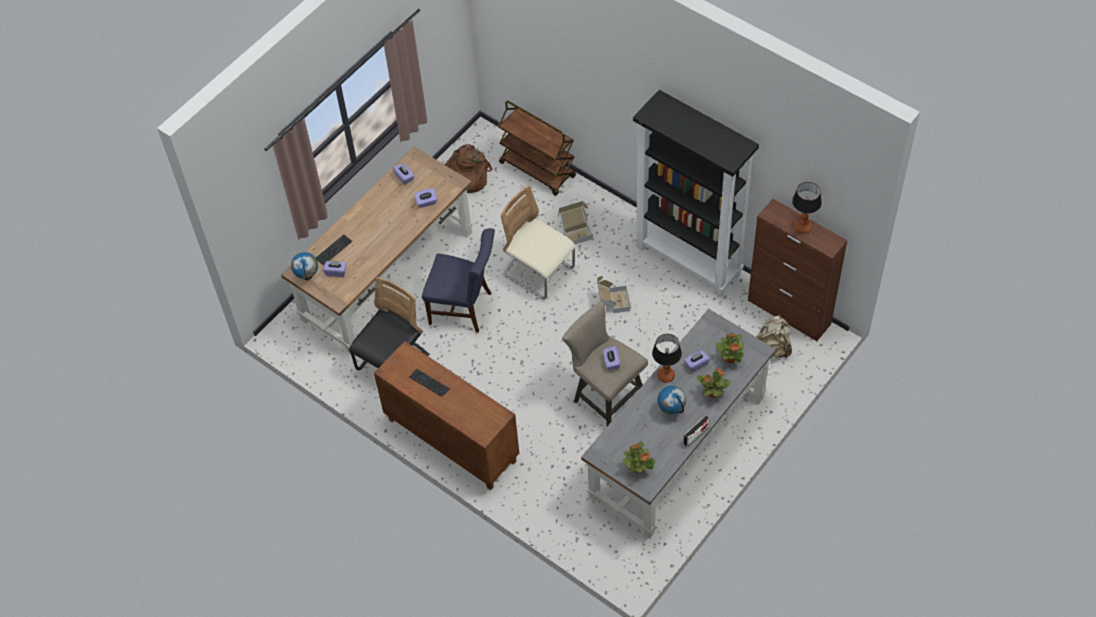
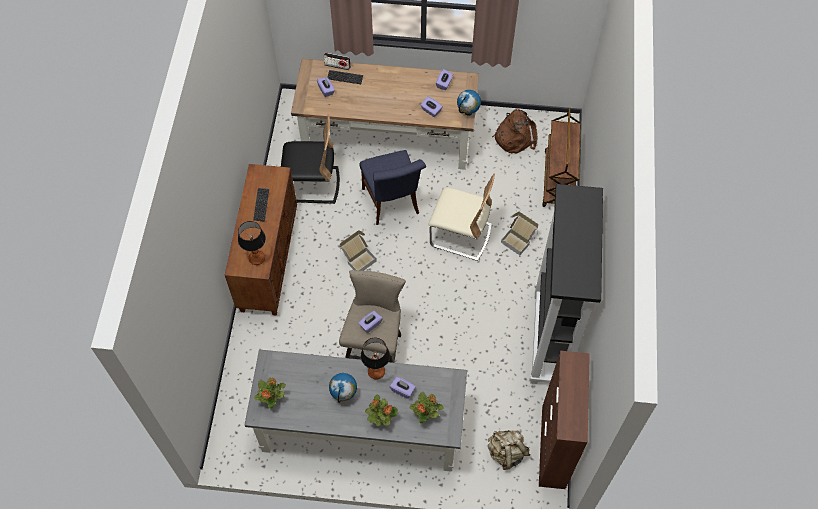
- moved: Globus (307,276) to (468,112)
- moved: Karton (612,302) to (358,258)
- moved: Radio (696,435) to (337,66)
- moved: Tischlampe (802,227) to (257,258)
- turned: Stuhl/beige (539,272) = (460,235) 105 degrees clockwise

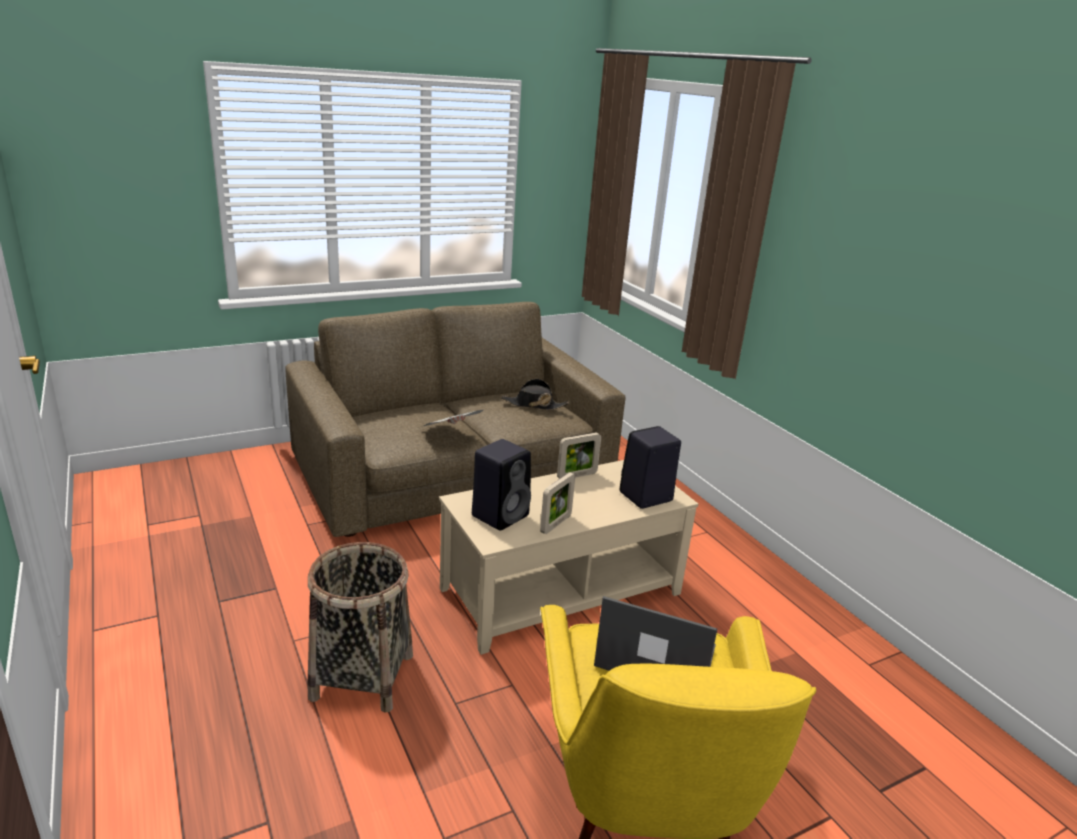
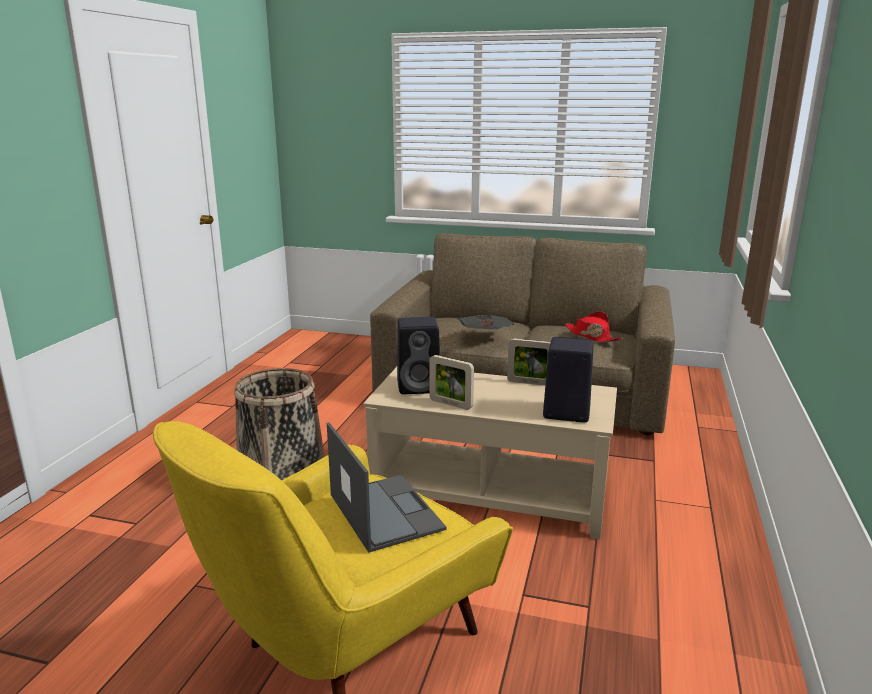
- recoloured: Hut/schwarz (534,404) to Hut/rot (591,336)
- turned: Bilderrahmen (556,524) = (451,404) 45 degrees clockwise

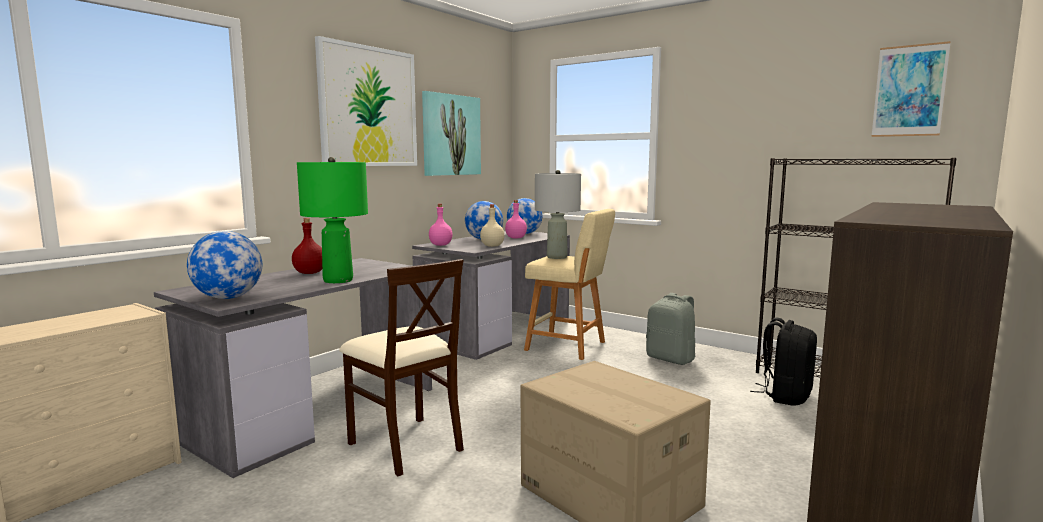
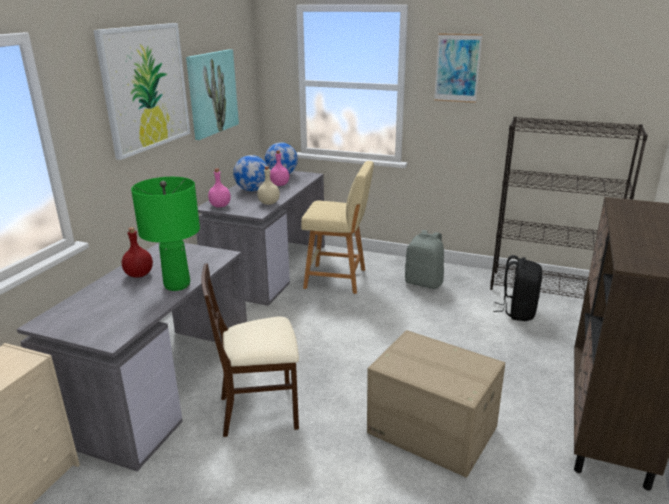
- removed: Globus (228,298)
- removed: Tischlampe/grau (556,257)
- moved: Bild (909,91) to (457,68)
- turned: Stuhl/beige (406,445) = (260,410) 135 degrees clockwise

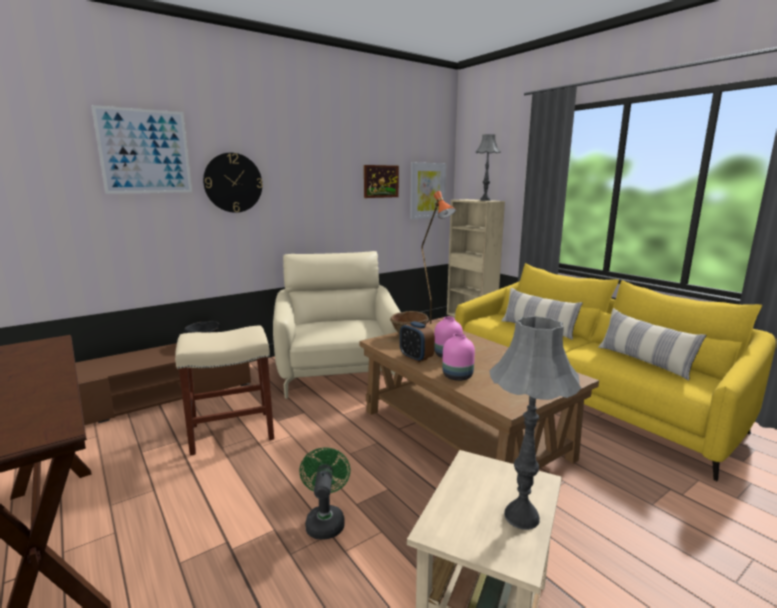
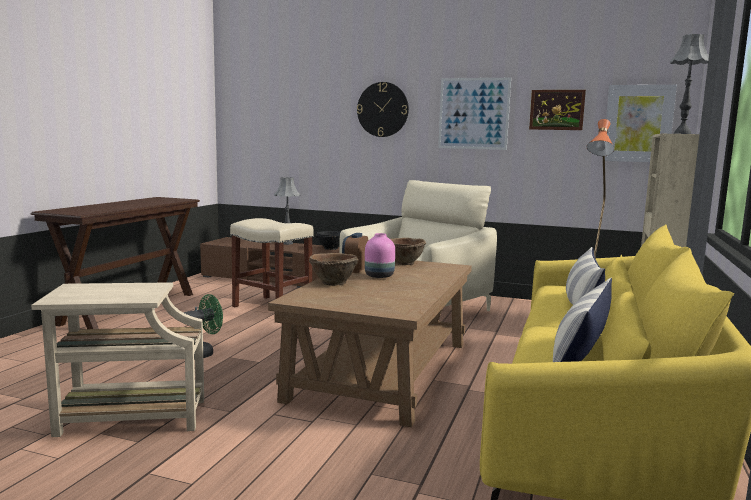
- moved: Bild (145,151) to (473,113)
- moved: Tischlampe/grau (521,516) to (287,243)
- replaced: Vase/rosa (457,377) to Schüssel/braun (332,283)

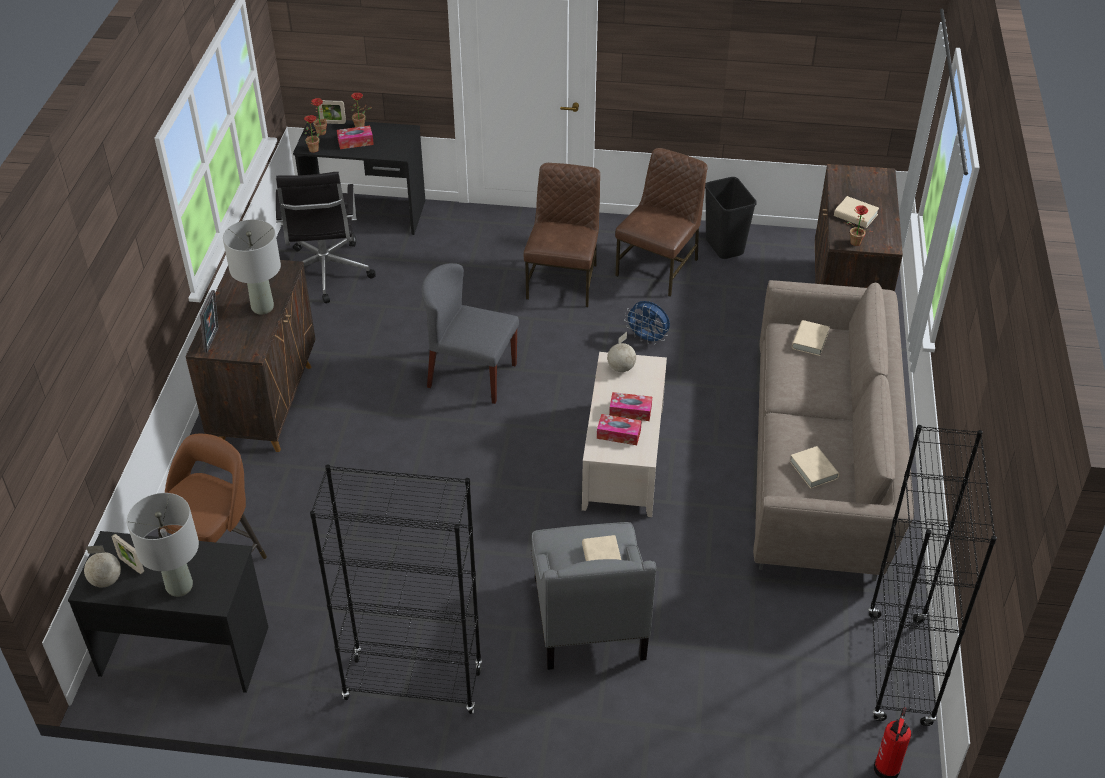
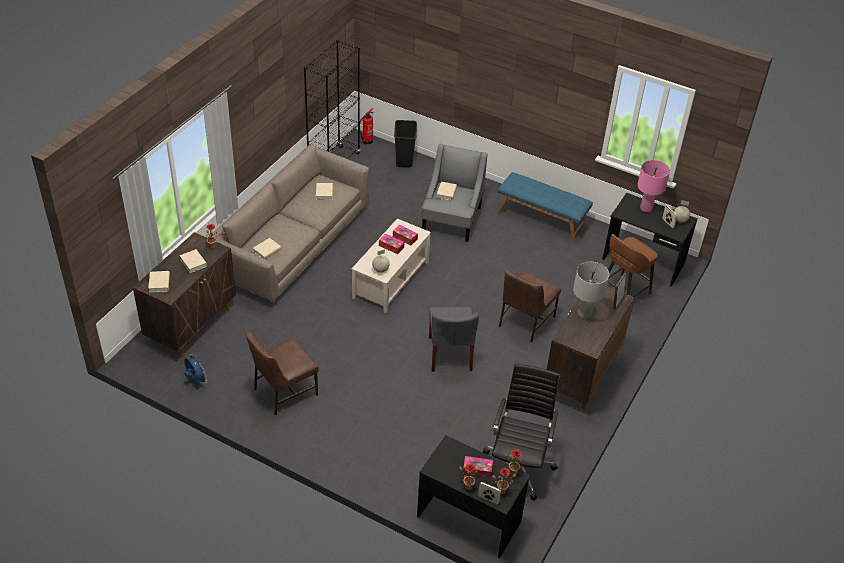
- added: Buch/beige (159,283)
- moved: Stuhl/braun (564,281) to (525,321)
- moved: Ventilator/blau (647,339) to (196,381)
- moved: Mülleimer/schwarz (723,247) to (404,161)
- replaced: Bücherregal/schwarz (413,685) to Bank/blau (541,219)
- recoloured: Tischlampe/grau (179,587) to Tischlampe/rosa (646,208)
- turned: Stuhl/grau (471,375) = (450,354) 45 degrees clockwise

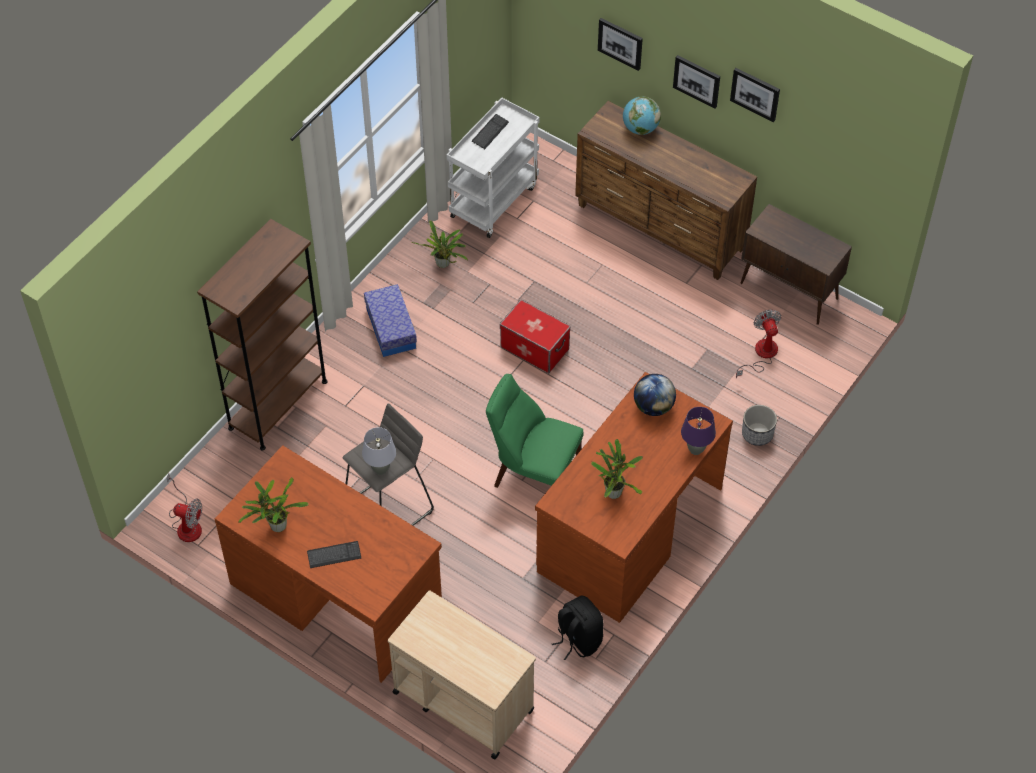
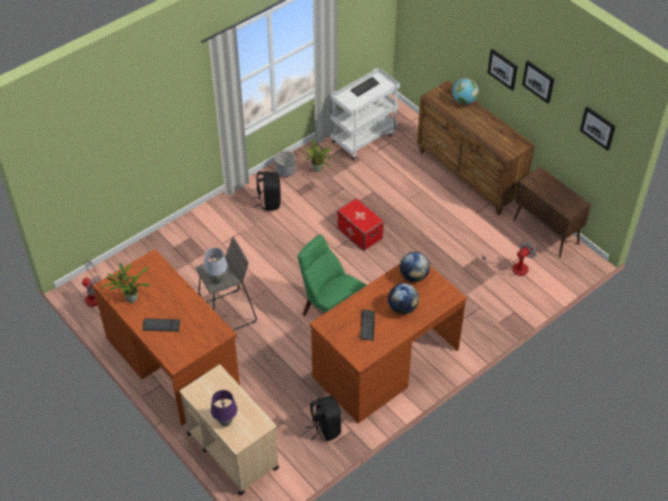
- removed: Bücherregal/braun (278,404)
- added: Globus (402,308)
- moved: Bild (620,43) to (598,127)
- moved: Tischlampe/lila (695,449) to (225,422)
- moved: Pflanzkübel (757,434) to (285,170)
- replaced: Aufbewahrungsbox (391,328) to Rucksack/schwarz (269,202)
- replaced: Topfpflanze (614,491) to Tastatur (367,325)
- turned: Ventilator (761,355) = (513,268) 45 degrees clockwise

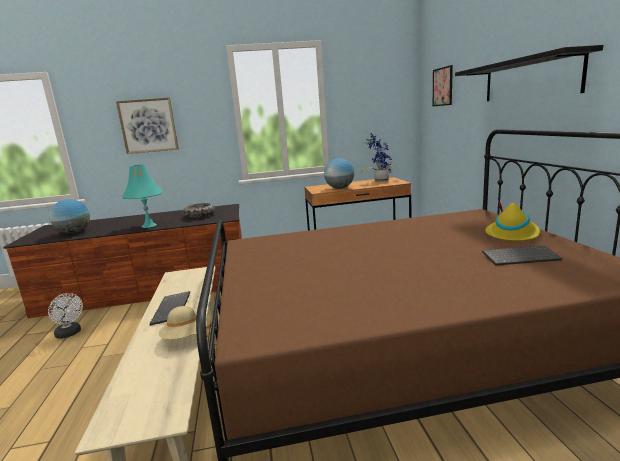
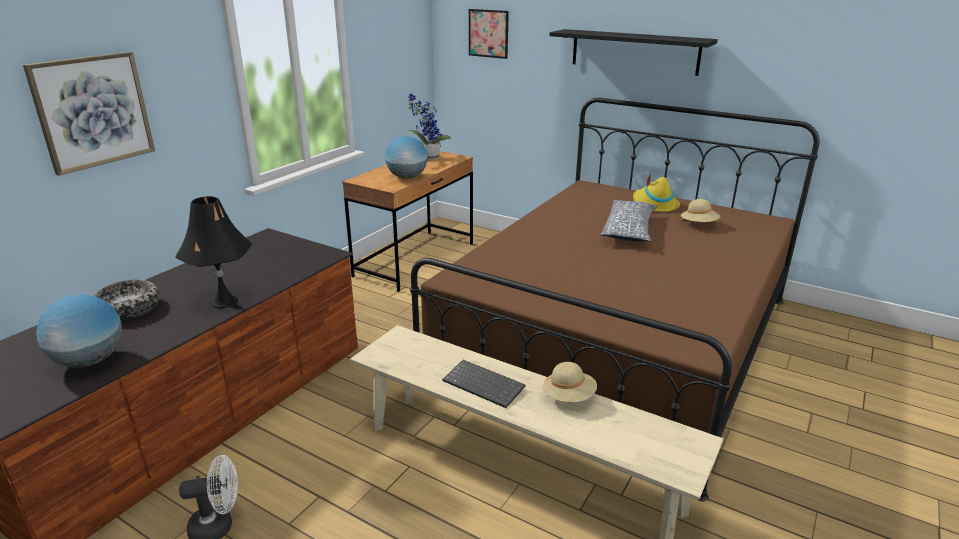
- added: Kissen (629,230)
- moved: Schüssel (199,216) to (128,309)
- replaced: Tastatur (520,257) to Hut/beige (699,224)
- recoloured: Tischlampe/türkis (149,225) to Tischlampe/schwarz (224,302)

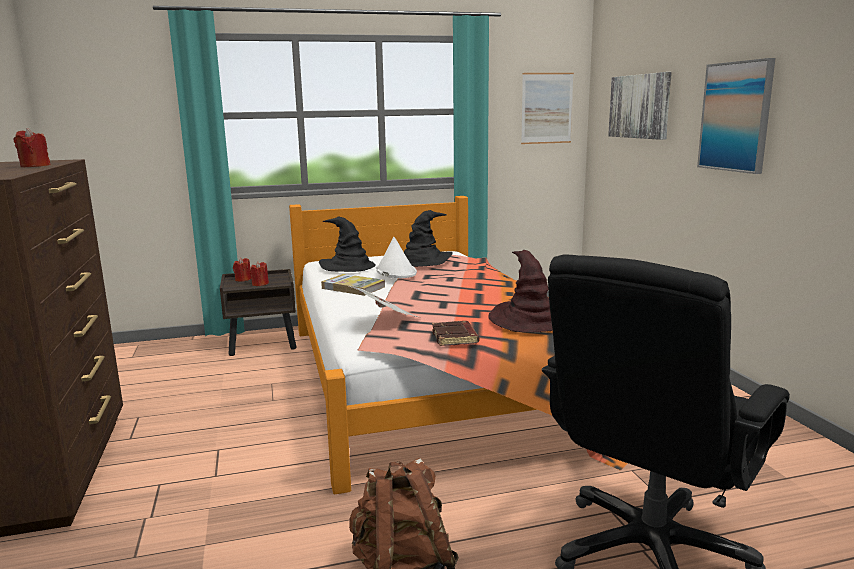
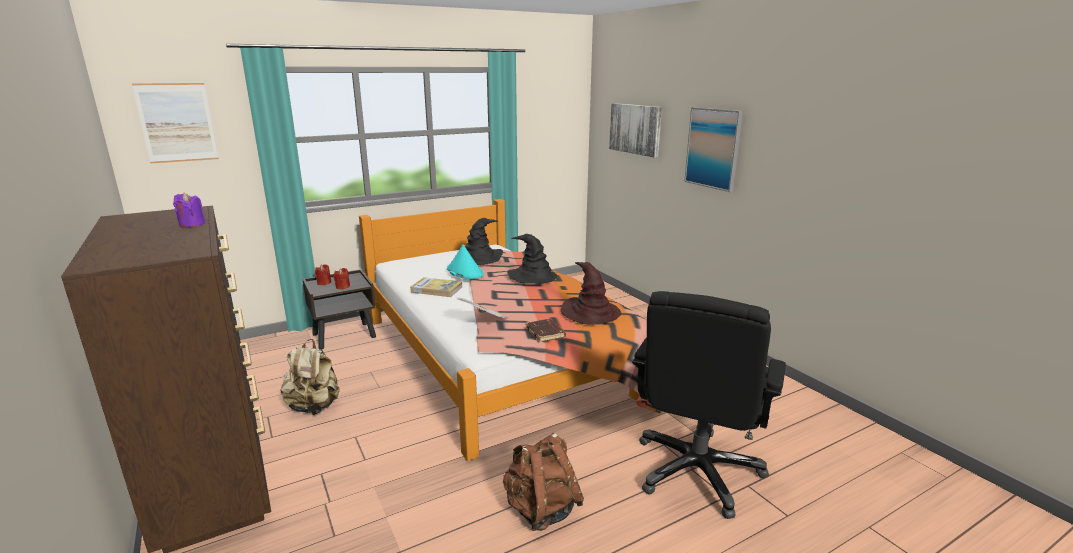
- added: Rucksack/beige (314,407)
- moved: Hut/schwarz (348,267) to (532,276)
- moved: Bild (547,108) to (177,123)
- recoloured: Kerze/rot (34,166) to Kerze/lila (192,224)
- recoloured: Hut/weiß (395,271) to Hut/türkis (464,272)

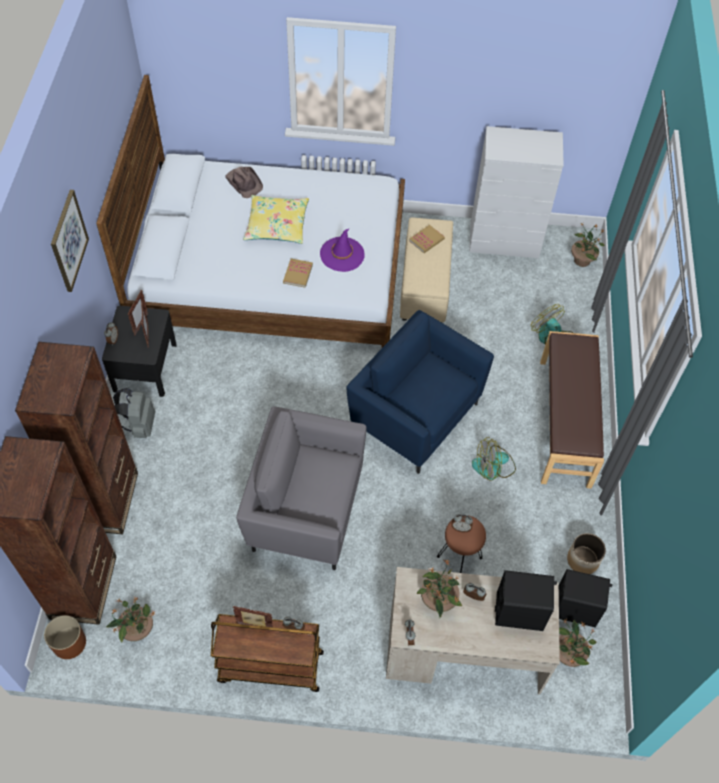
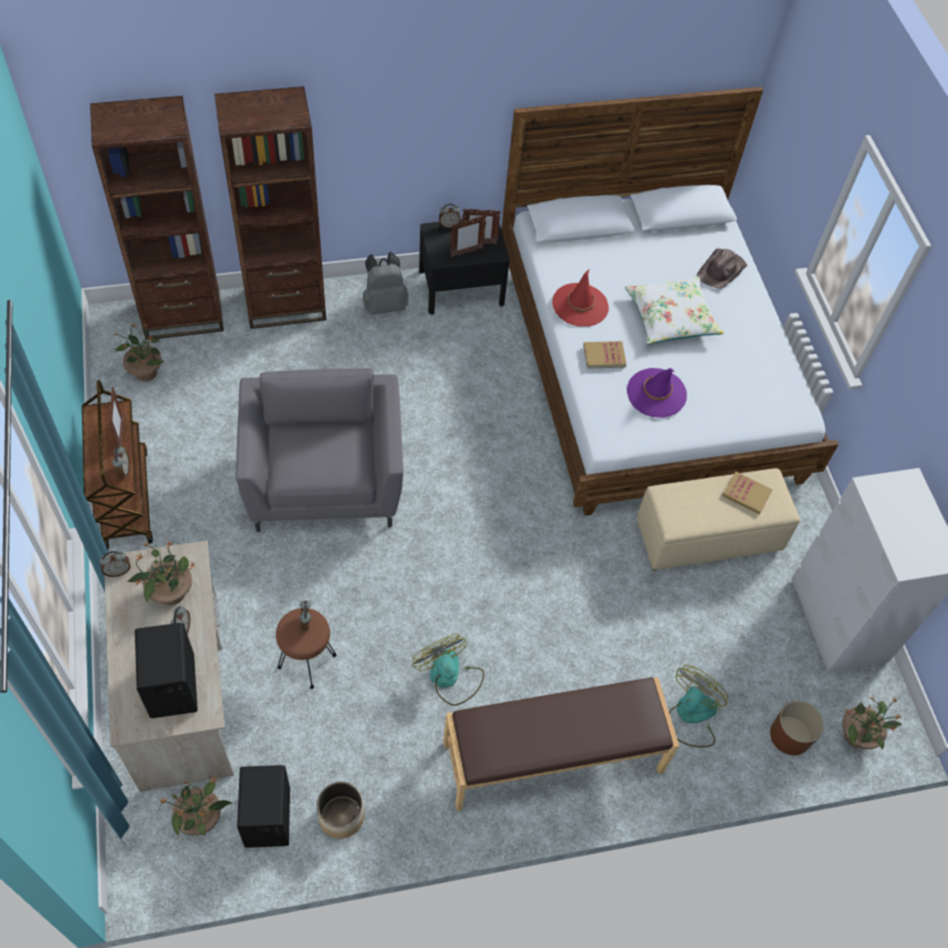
- removed: Bild (68,241)
- removed: Sessel/blau (414,415)
- added: Hut/rot (580,305)
- moved: Pflanzkübel/braun (69,643) to (790,736)
- recoloured: Kissen/gelb (276,225) to Kissen/weiß (671,318)

